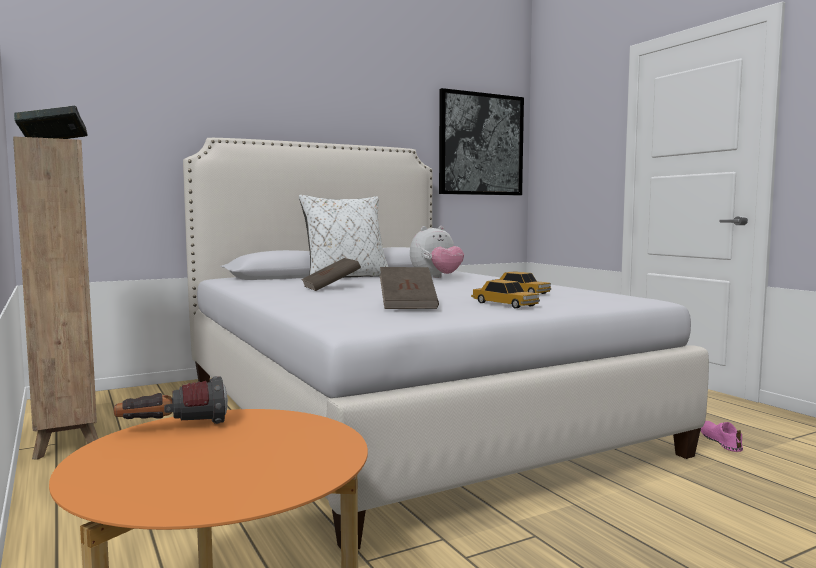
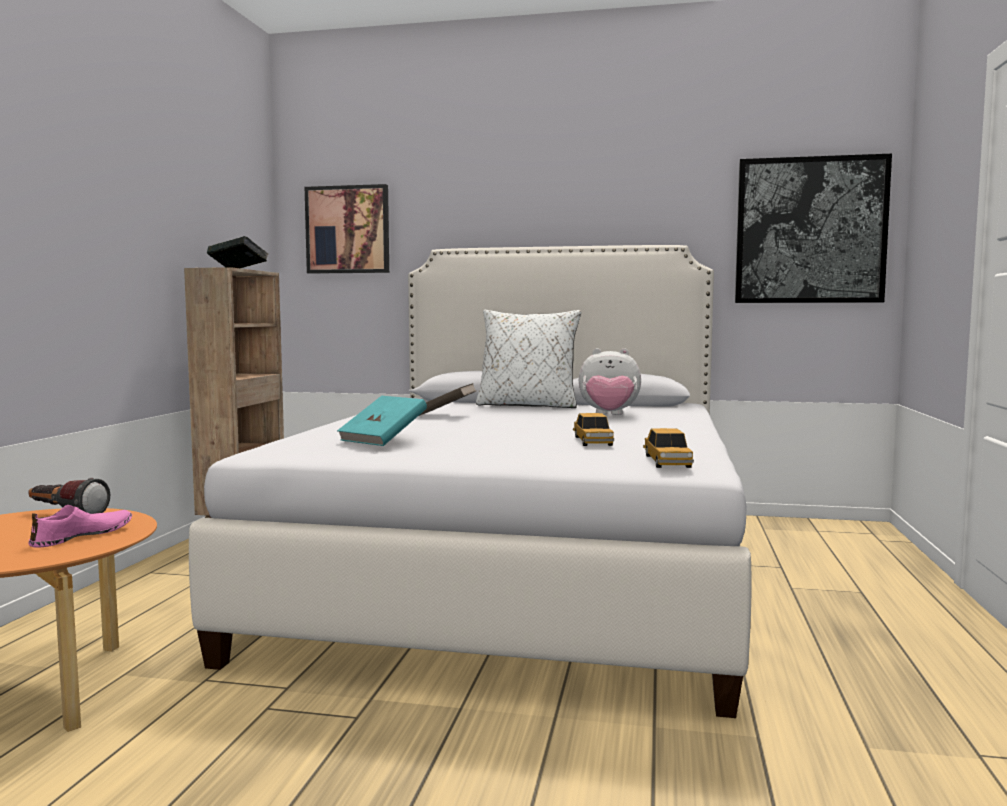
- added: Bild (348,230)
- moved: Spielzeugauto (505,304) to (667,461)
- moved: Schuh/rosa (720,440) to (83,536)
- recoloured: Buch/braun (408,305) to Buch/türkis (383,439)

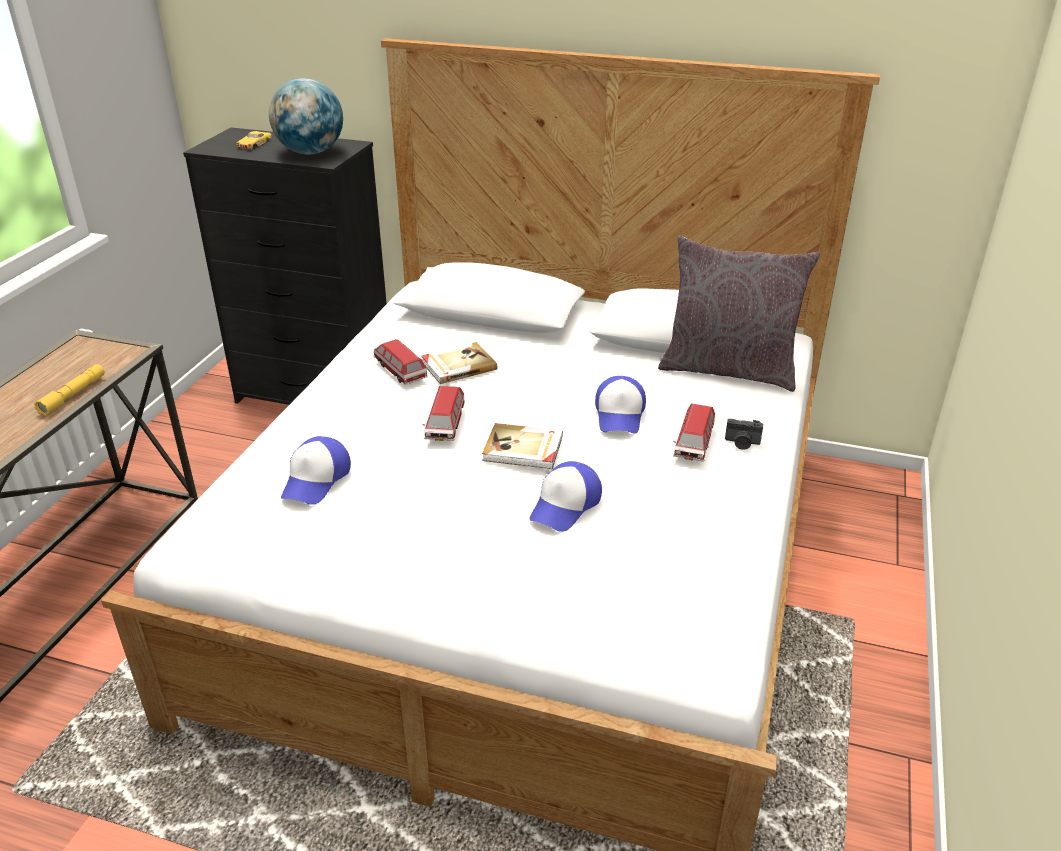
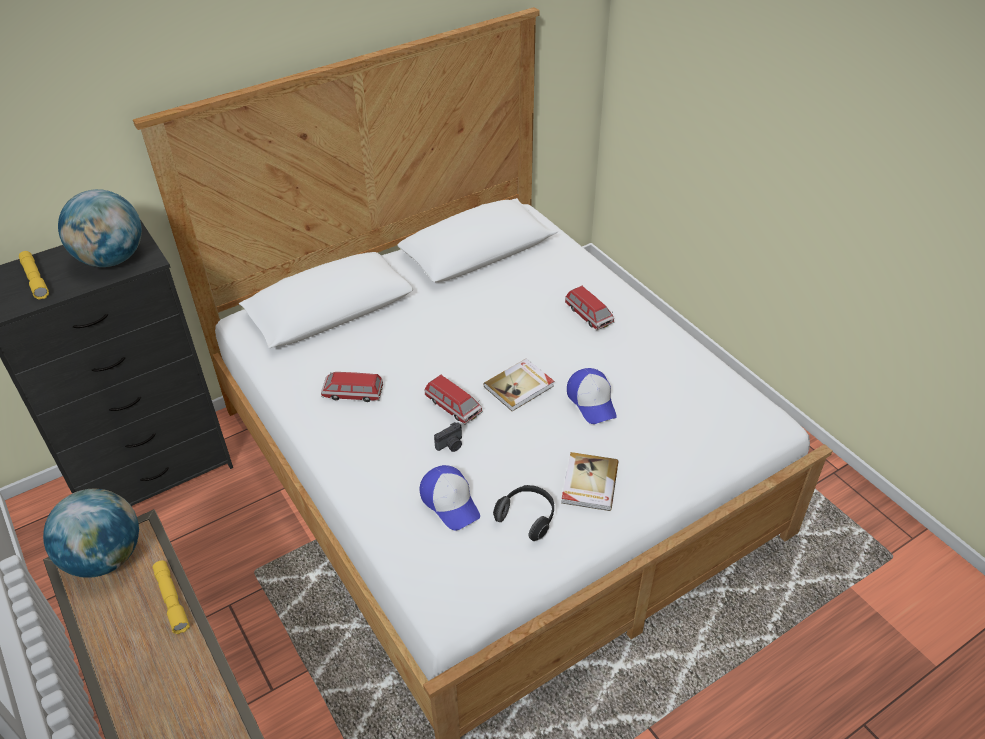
- removed: Kappe (620,414)
- removed: Kissen/grau (728,369)
- added: Globus (105,557)
- added: Kopfhörer (527,517)
- moved: Buch (458,365) to (588,483)
- moved: Kamera (742,443) to (451,445)
- replaced: Spielzeugauto/gelb (255,143) to Taschenlampe/gelb (35,279)

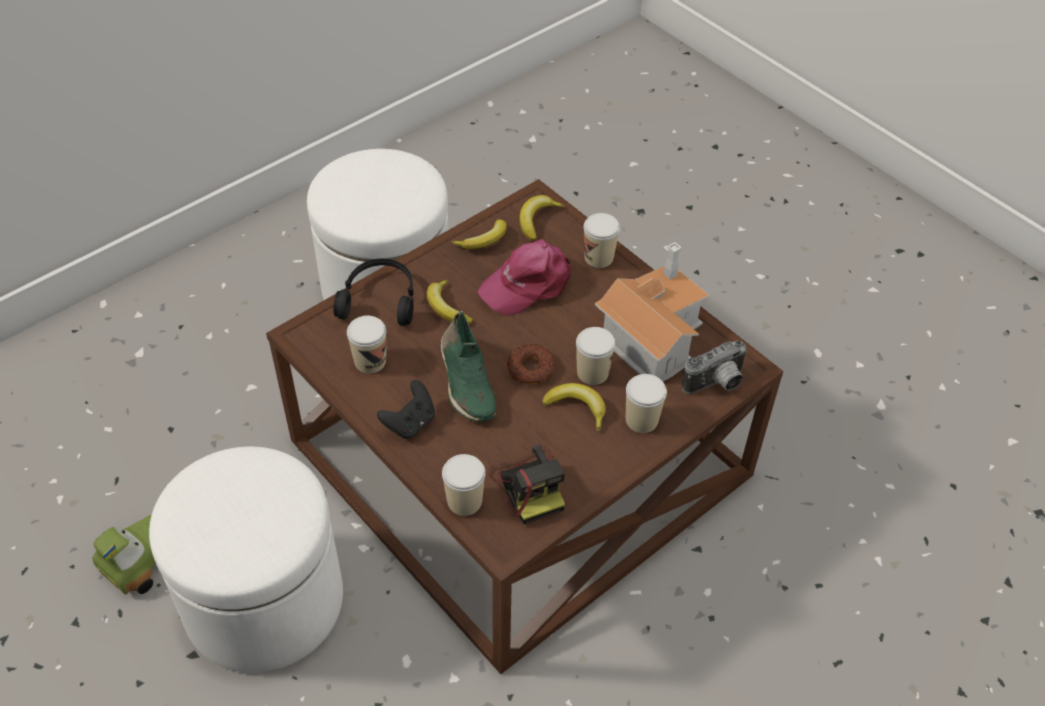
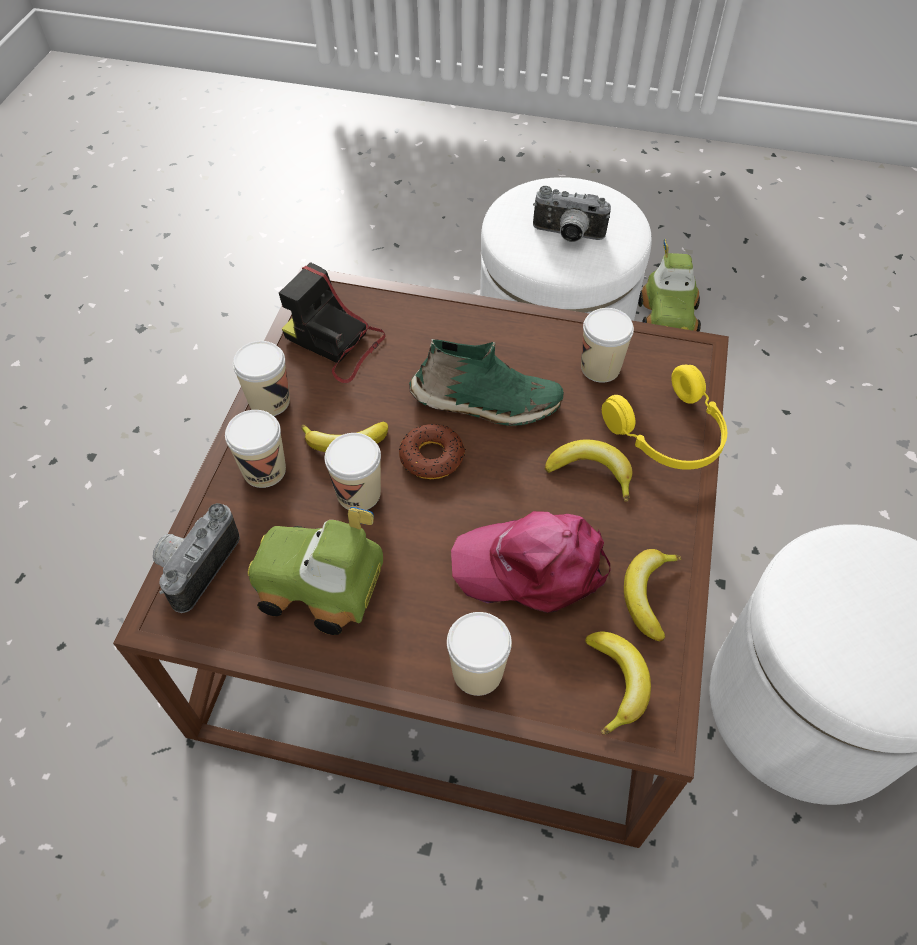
- removed: Gamepad/schwarz (410,423)
- added: Kamera (567,236)
- moved: Tasse (464,501) to (269,401)
- replaced: Spielzeughaus (651,335) to Spielzeugauto (320,587)
- recoloured: Kopfhörer/schwarz (380,299) to Kopfhörer/gelb (670,435)
- turned: Schuh/grün (466,382) = (485,403) 150 degrees clockwise
- turned: Kappe/rosa (528,284) = (532,566) 105 degrees counterclockwise

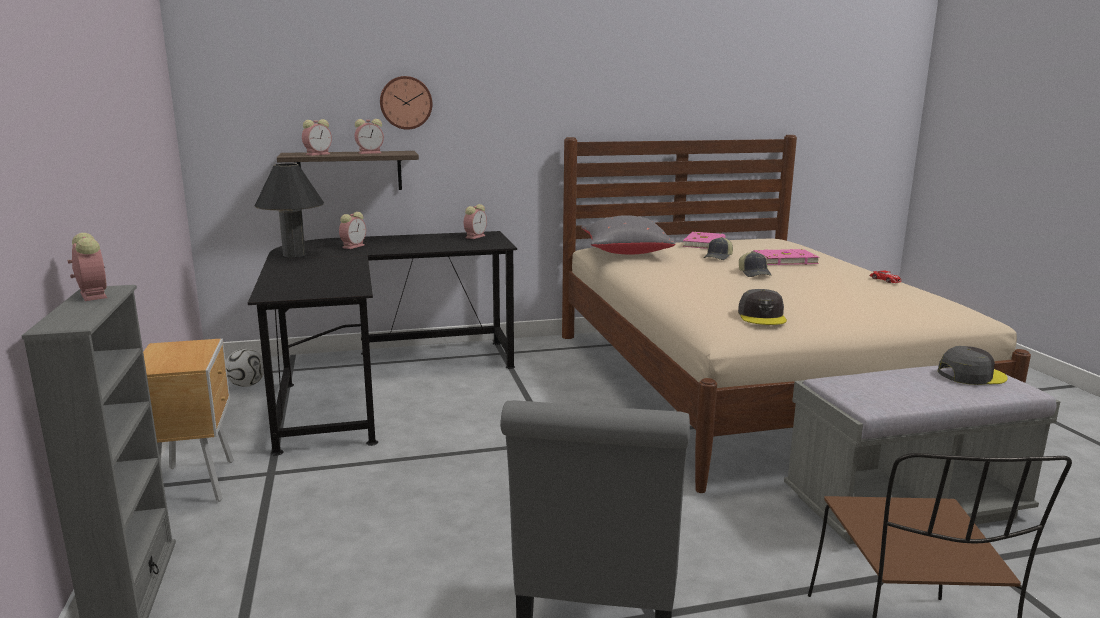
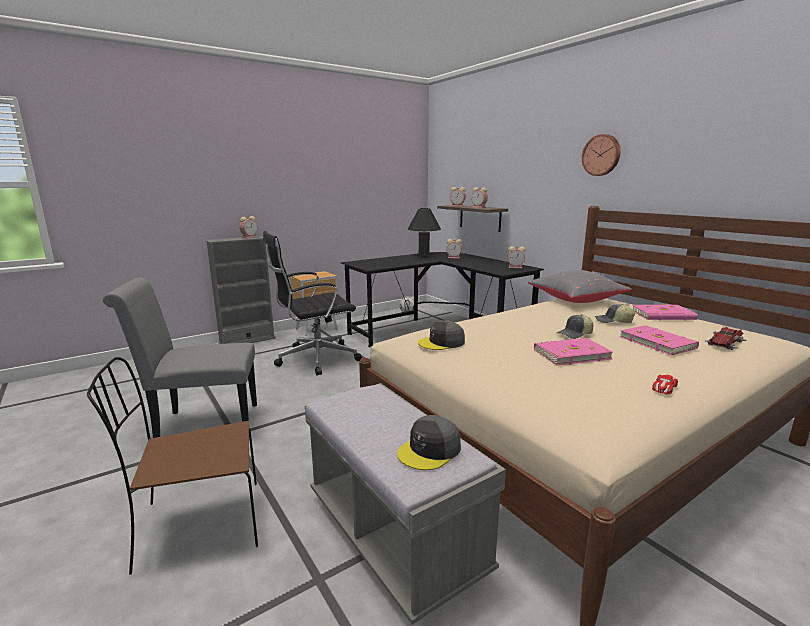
- added: Bürostuhl/schwarz (315,358)
- added: Buch/rosa (570,354)
- added: Spielzeugauto (725,343)
- moved: Wanduhr (406,102) to (601,155)
- turned: Kappe/grau (971,375) = (430,450) 75 degrees clockwise

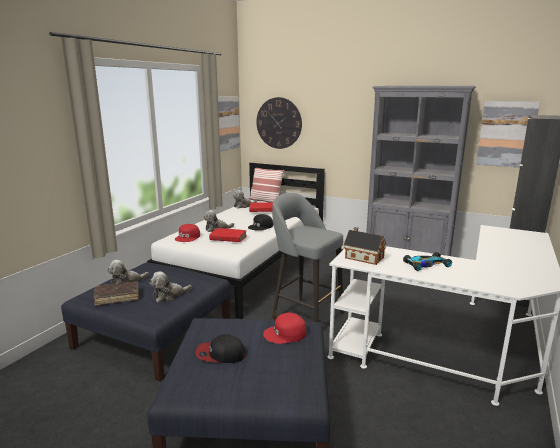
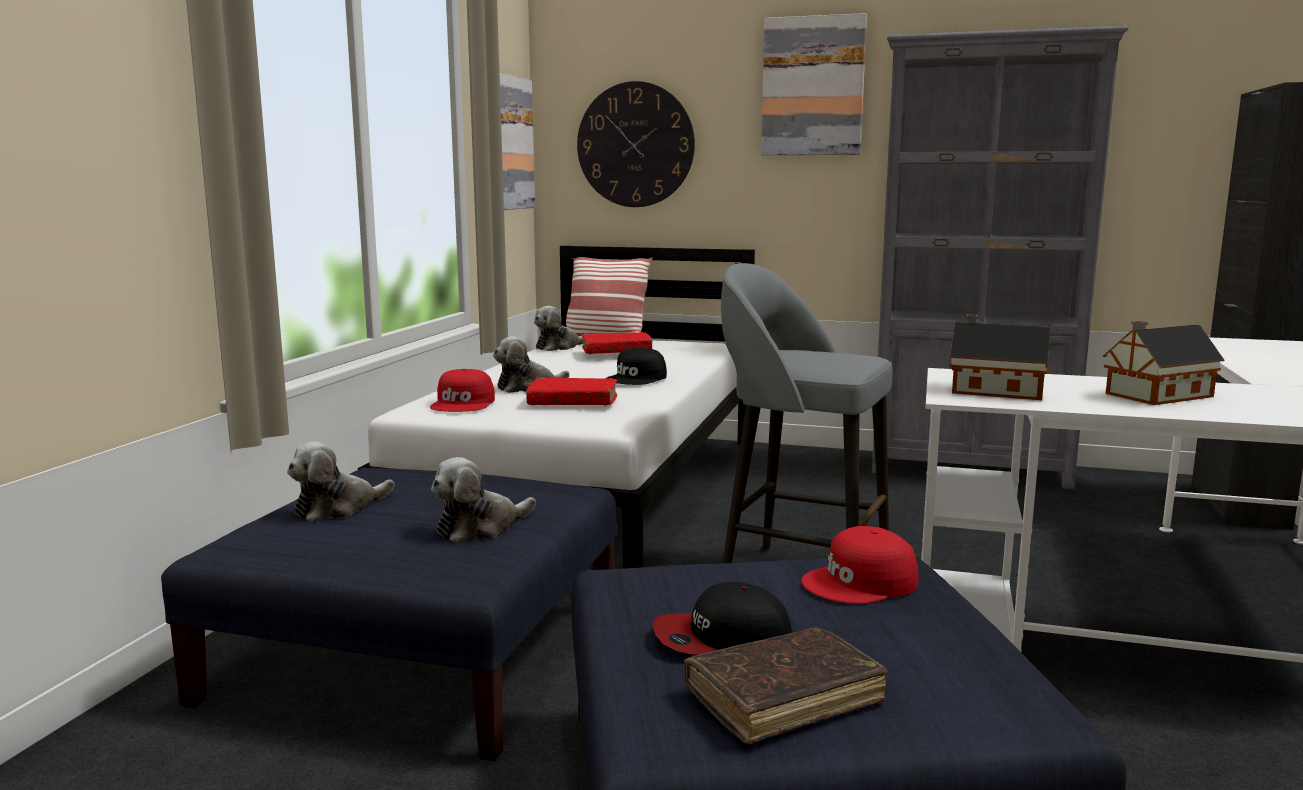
- moved: Buch/braun (117,297) to (783,698)
- moved: Bild (506,134) to (813,86)
- replaced: Spielzeugauto (425,265) to Spielzeughaus (1155,395)

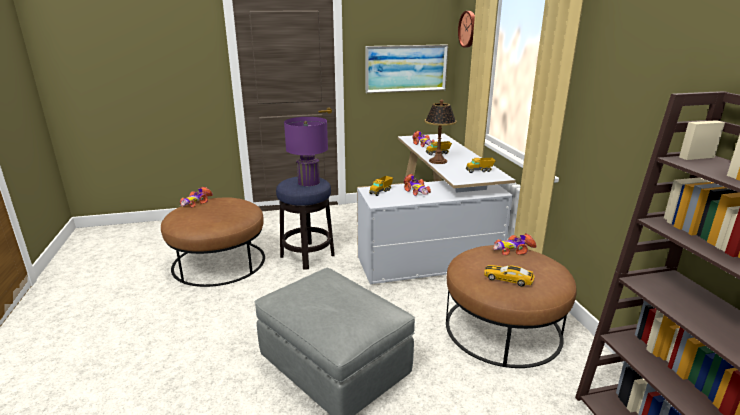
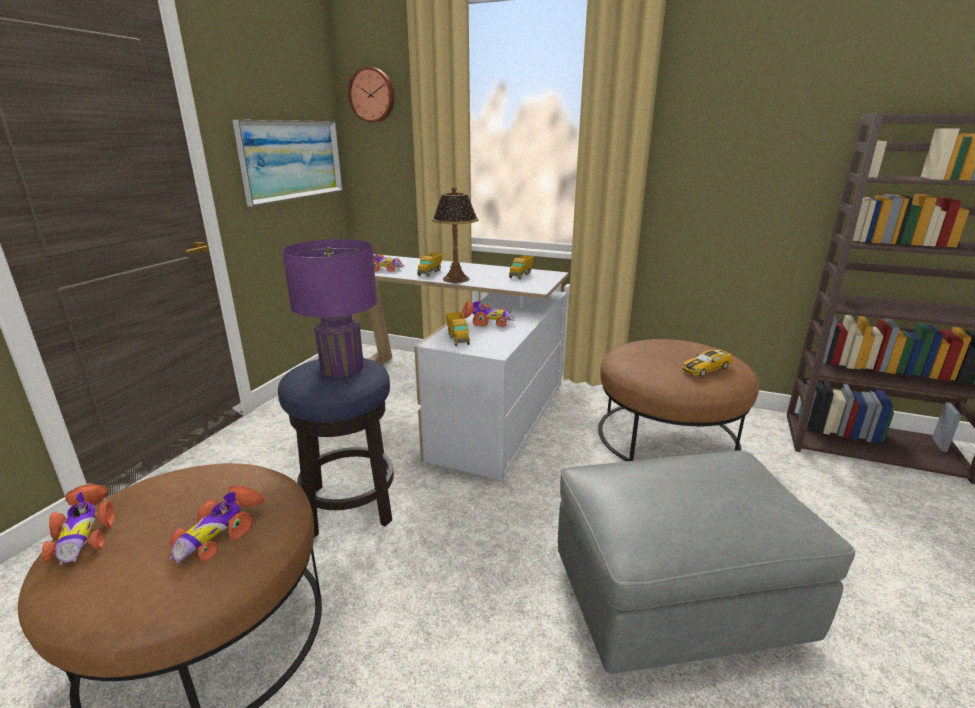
- moved: Spielzeugauto (513,250) to (219,533)

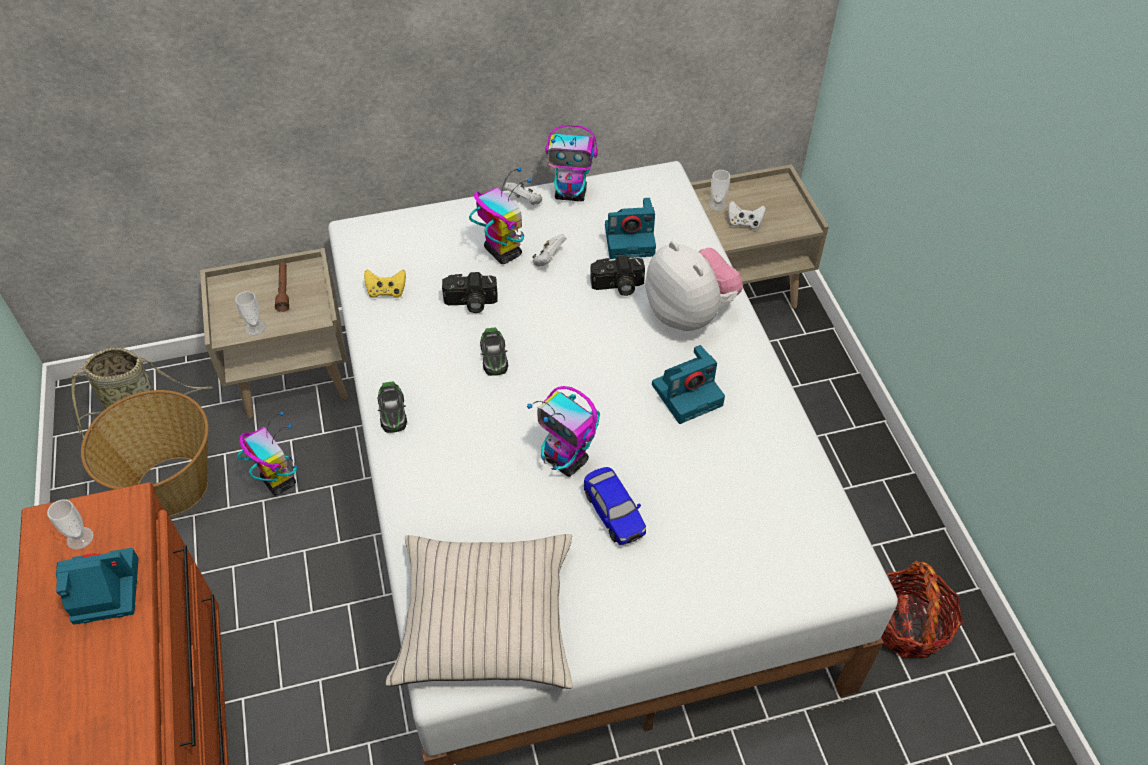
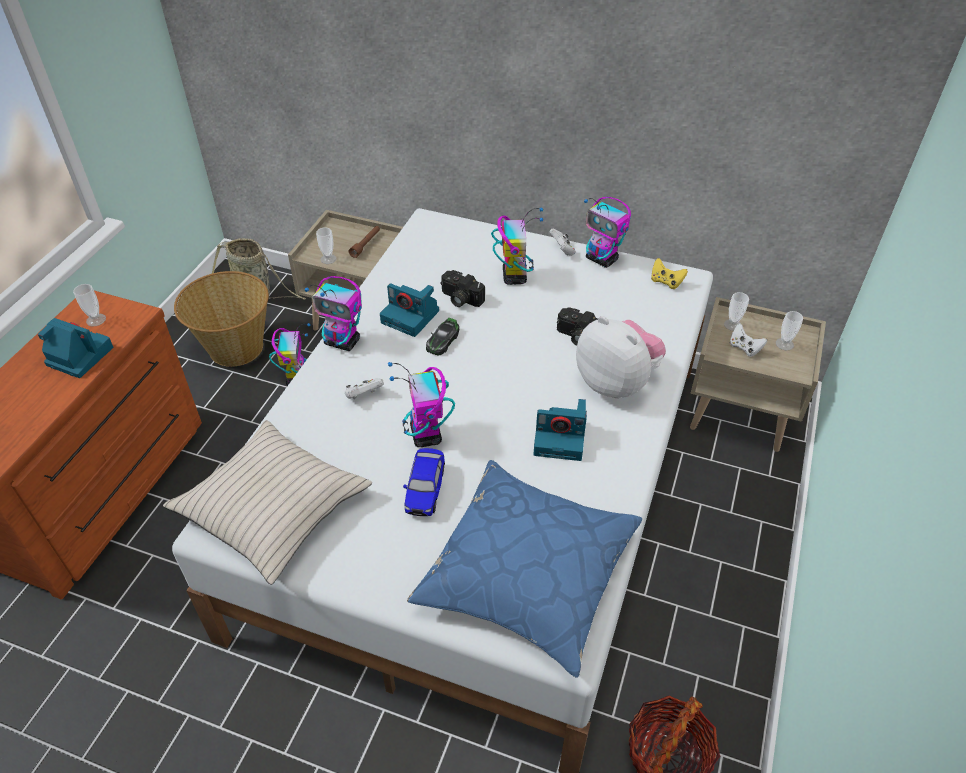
- added: Kissen/blau (528,573)
- added: Tasse (784,344)
- moved: Gamepad/gelb (386,292) to (666,282)
- moved: Gamepad/weiß (548,259) to (364,396)
- moved: Kamera (631,239) to (411,317)
- replaced: Spielzeugauto (392,411) to Spielzeugroboter (343,342)
- turned: Plüschtier (689,314) = (616,382) 45 degrees counterclockwise

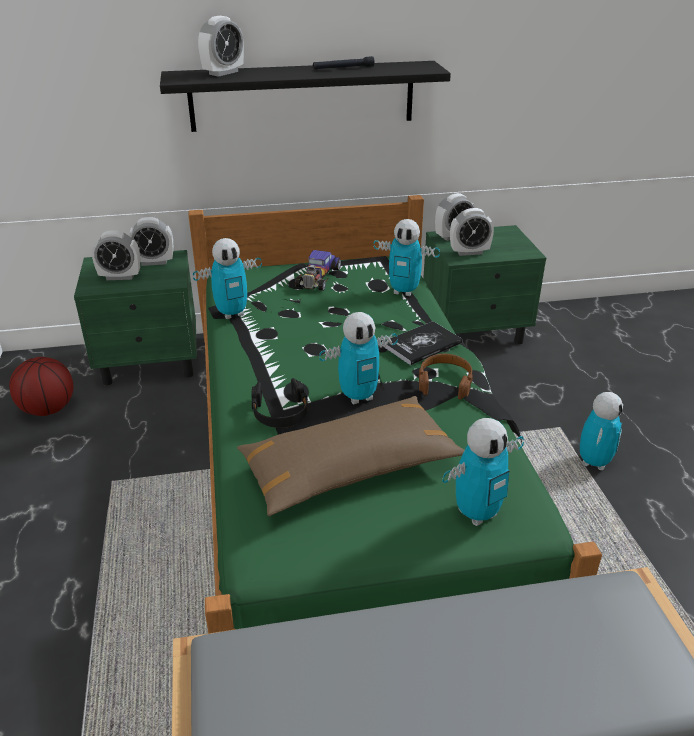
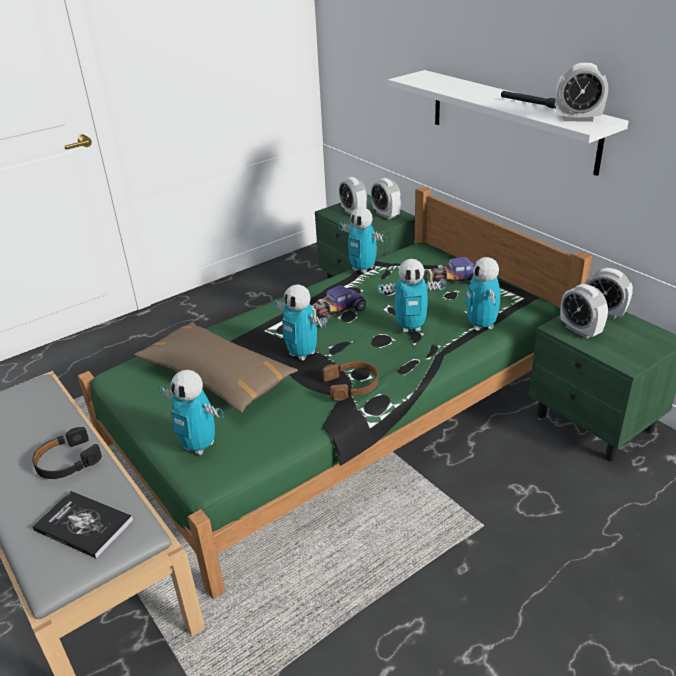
- removed: Basketball (48,410)
- added: Spielzeugauto (335,312)
- moved: Wecker (223,73) to (577,119)
- moved: Kopfhörer/schwarz (280,412) to (67,461)
- moved: Buch (422,344) to (83,525)
- moved: Spielzeugroboter (594,462) to (411,327)
- recoloured: Wandregal/schwarz (302,96) to Wandregal/weiß (511,120)

